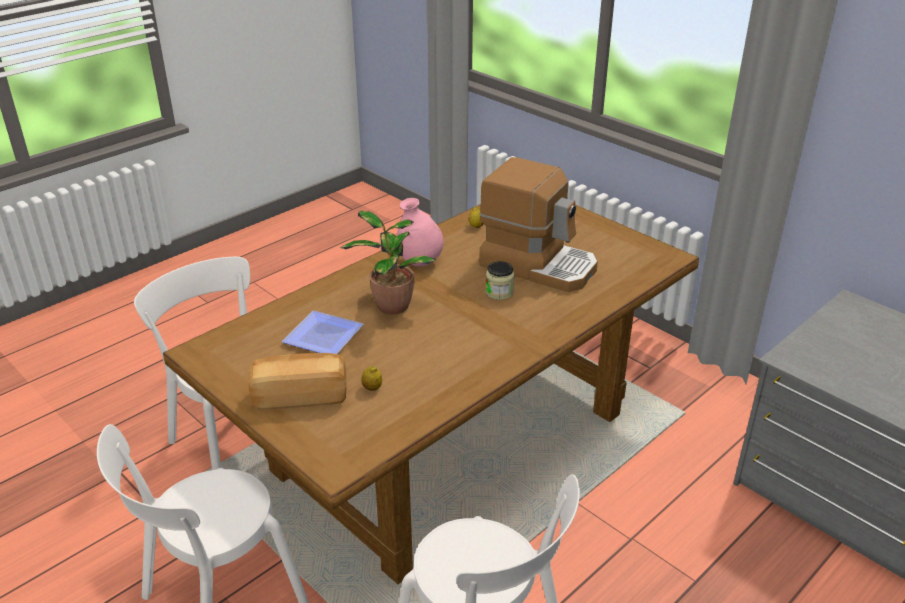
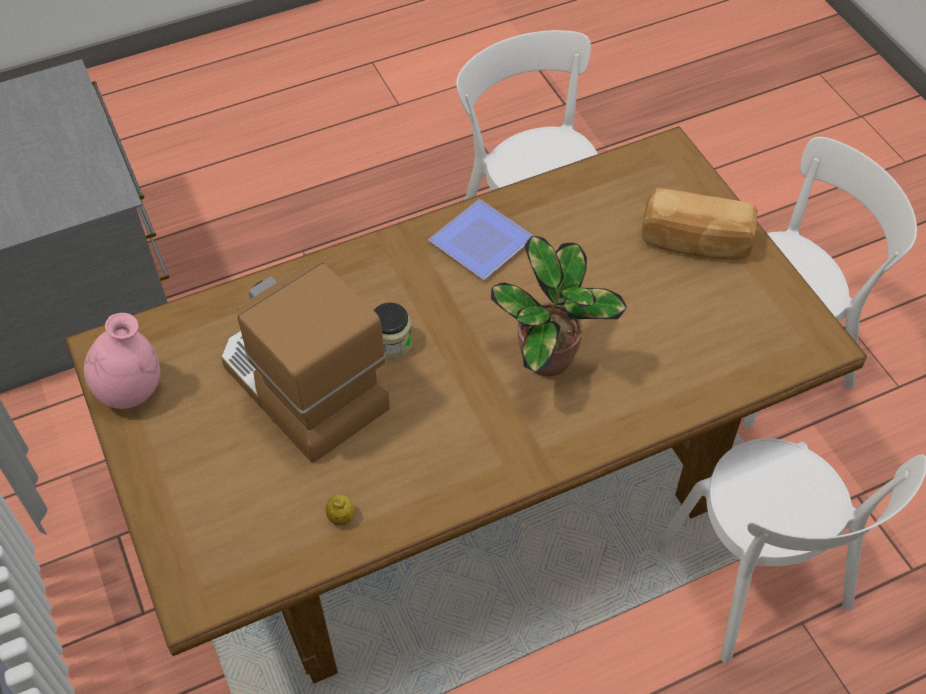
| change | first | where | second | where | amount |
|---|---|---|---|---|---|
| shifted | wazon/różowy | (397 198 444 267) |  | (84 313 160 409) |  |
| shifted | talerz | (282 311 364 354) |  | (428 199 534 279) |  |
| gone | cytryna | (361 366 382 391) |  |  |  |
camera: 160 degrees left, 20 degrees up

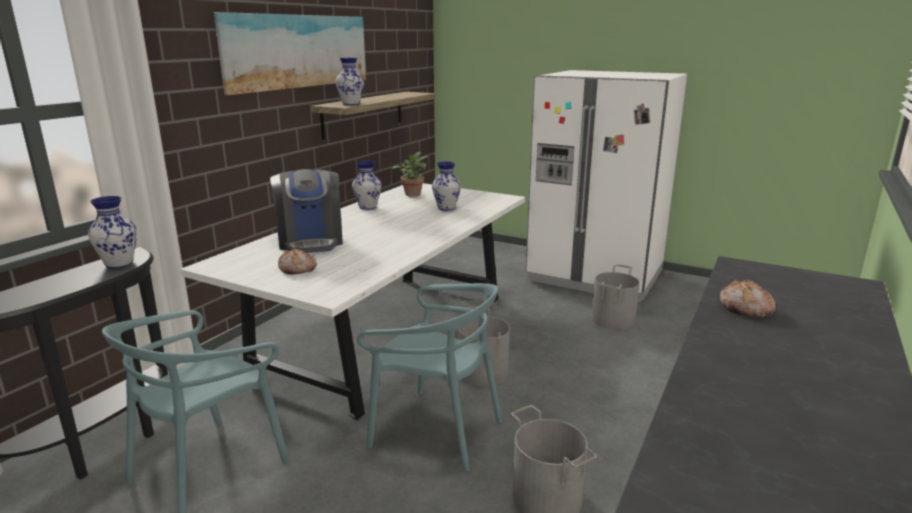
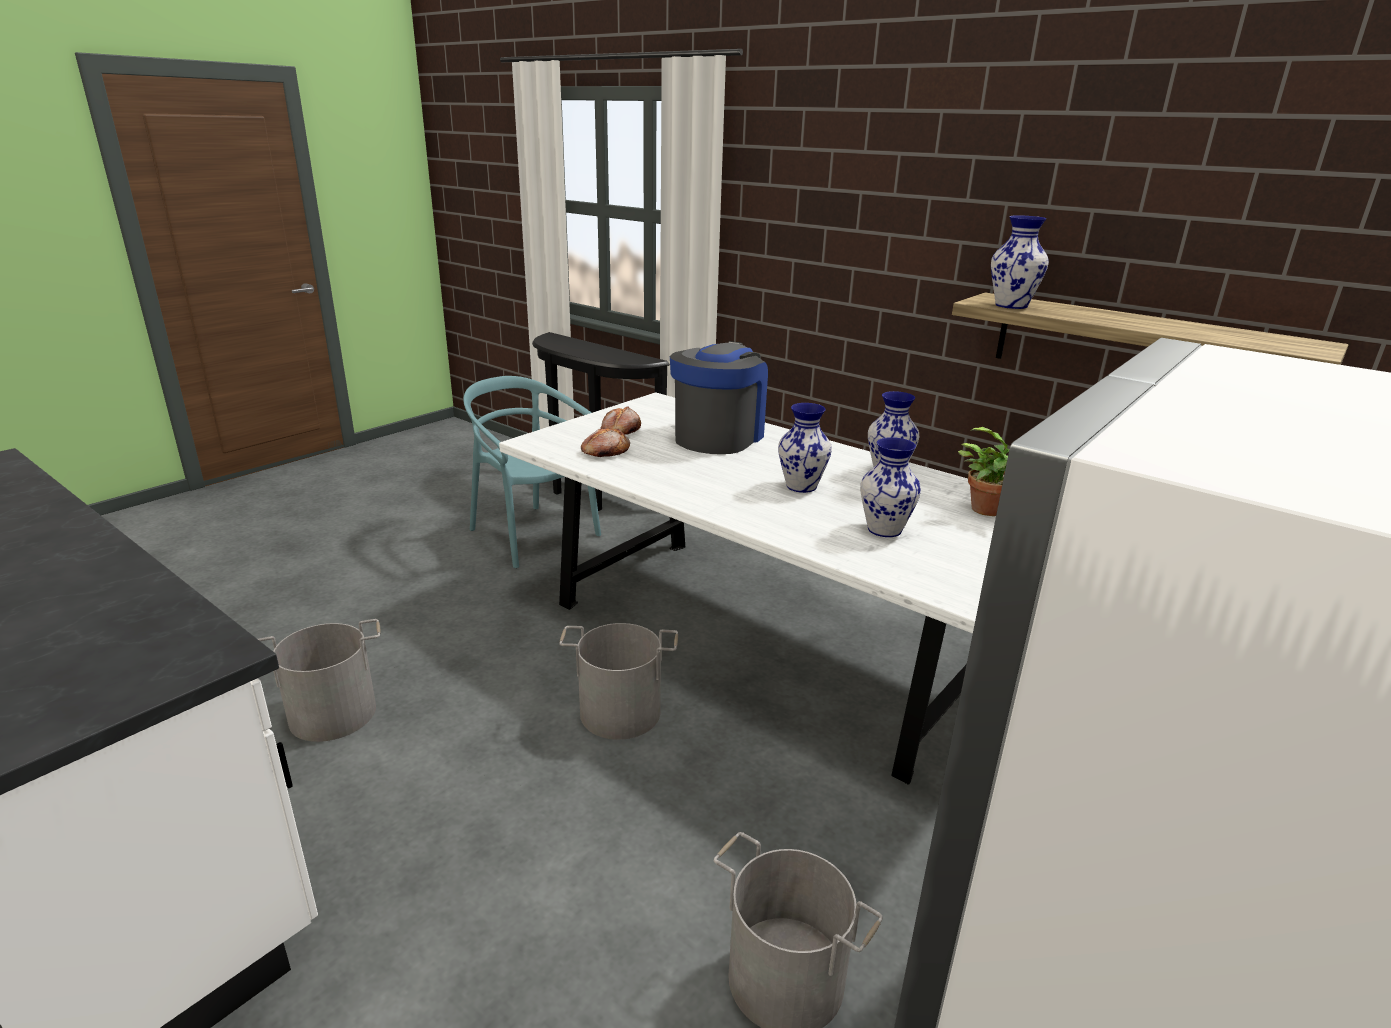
| change | first | where | second | where | amount |
|---|---|---|---|---|---|
| shifted | chleb | (720 280 776 317) |  | (581 428 630 457) |  |
| rotated | ekspres do kawy | (270 169 343 253) |  | (670 341 768 454) | 120 degrees clockwise |
| shifted | wazon | (88 196 137 268) |  | (778 403 832 493) |  |
| gone | obraz | (214 12 366 95) |  |  |  |
| gone | krzesło/turkusowy | (357 283 502 471) |  |  |  |
camera: 100 degrees right, 5 degrees up

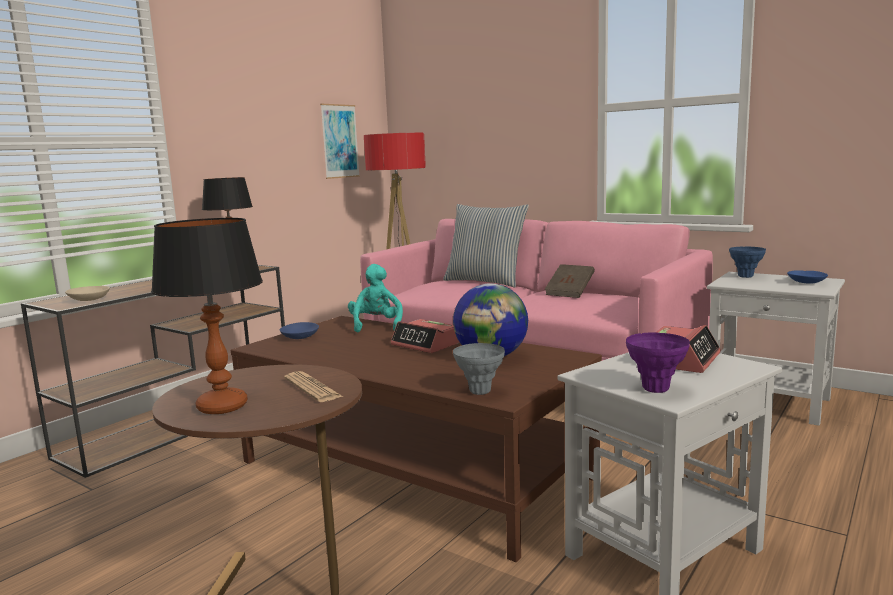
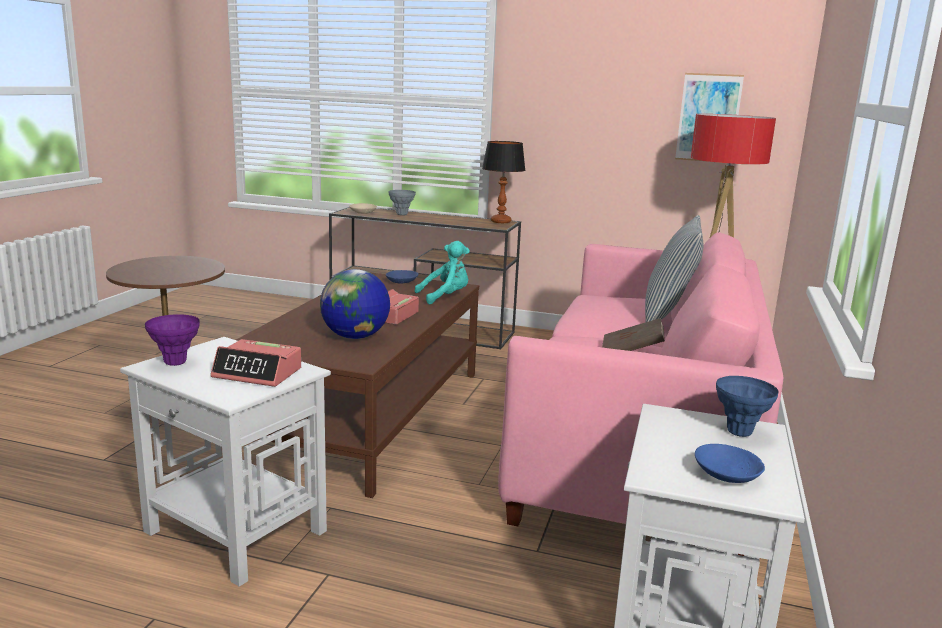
| change | first | where | second | where | amount |
|---|---|---|---|---|---|
| shifted | wazon/szary | (453 343 505 395) |  | (389 190 416 215) |  |
| gone | lampa stołowa | (151 218 263 414) |  |  |  |
| gone | gazeta | (284 371 343 402) |  |  |  |
camera: 70 degrees right, 5 degrees up

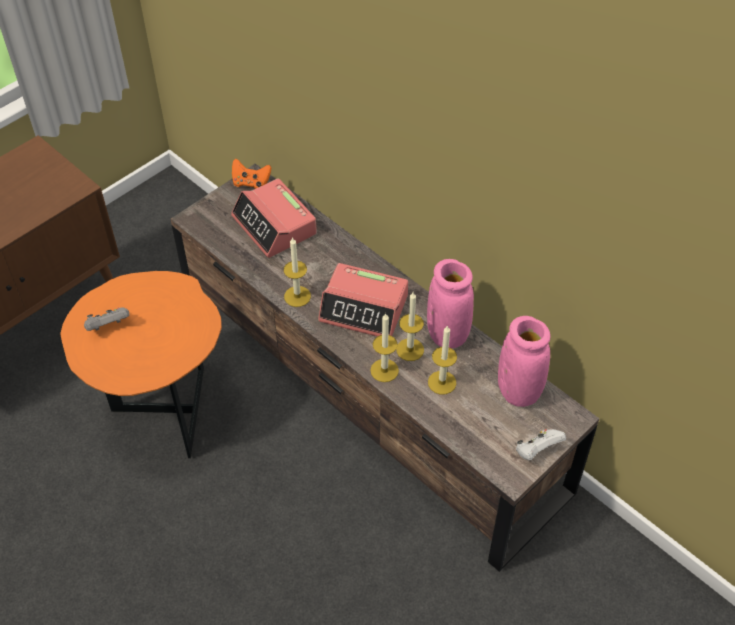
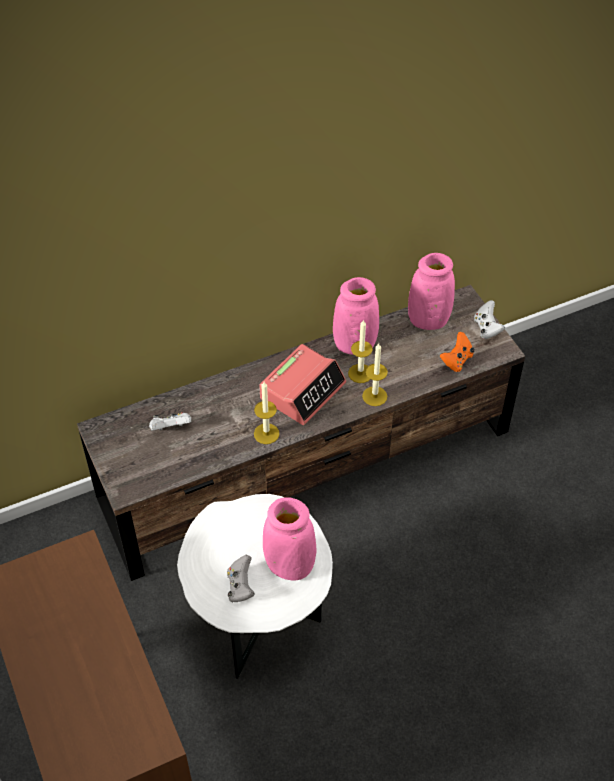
| change | first | where | second | where | amount |
|---|---|---|---|---|---|
| swapped | budzik | (231 178 317 258) | pad do gier/biały | (149 412 191 431) |  |
| repainted | stolik/pomarańczowy | (60 271 222 458) | stolik/biały | (177 494 333 679) |  |
| new |  |  | wazon/różowy | (263 497 316 580) |  |
| shifted | pad do gier/pomarańczowy | (232 159 271 189) |  | (440 332 475 372) |  |
| gone | świeca | (428 325 457 394) |  |  |  |
camera: 70 degrees left, 0 degrees up

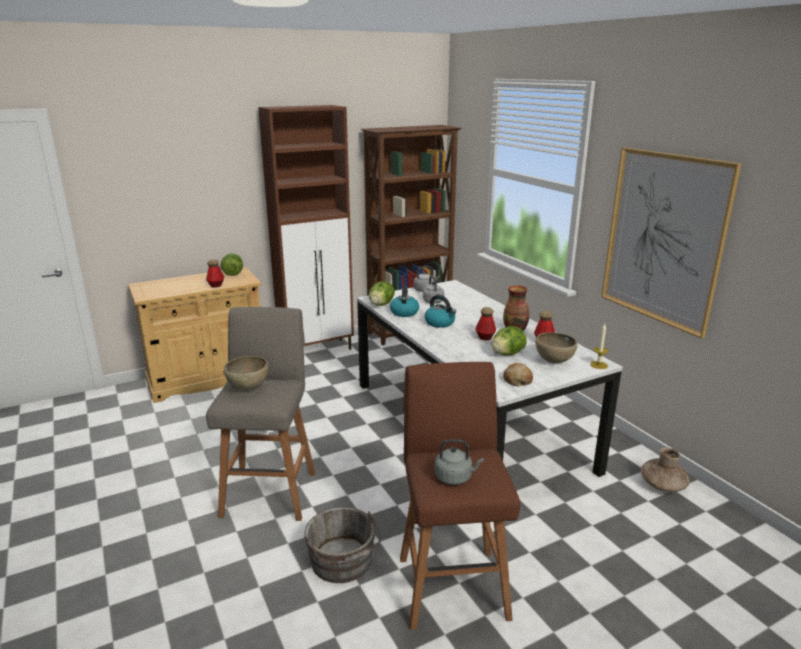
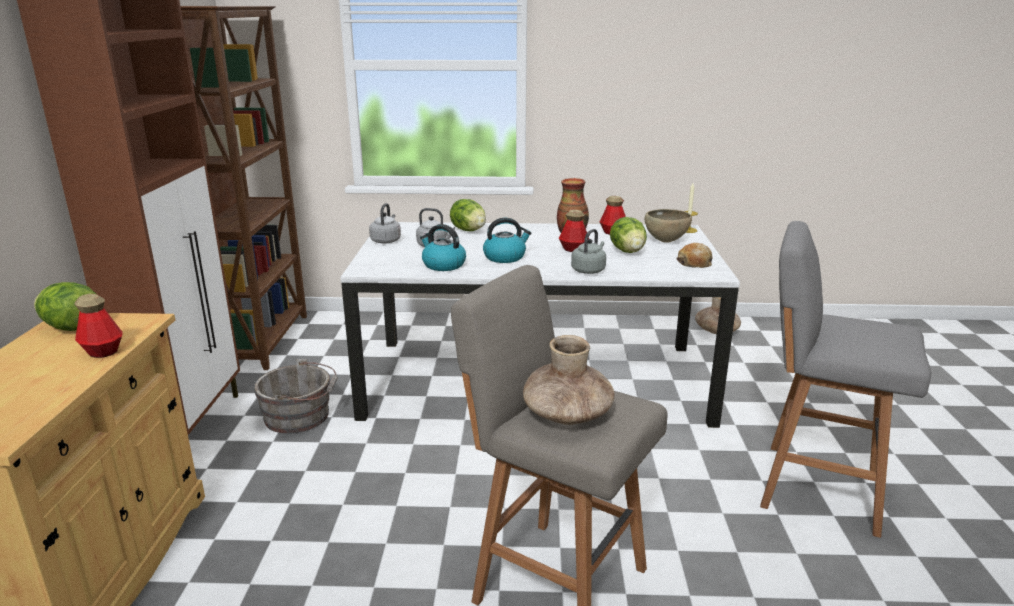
| change | first | where | second | where | amount |
|---|---|---|---|---|---|
| shifted | wiadro/szary | (304 507 381 583) |  | (254 359 338 434) |  |
| shifted | sałata | (369 281 395 306) |  | (450 199 486 231) |  |
| swapped | miska/brązowy | (224 356 269 391) | wazon/brązowy | (523 335 614 425) |  |
| shifted | czajnik/szary | (435 439 484 485) |  | (571 229 606 274) |  |
| repainted | stołek/brązowy | (400 362 520 630) | stołek/szary | (760 221 931 538) |  |
| gone | obraz | (601 147 742 339) |  |  |  |
camera: 60 degrees left, 0 degrees up

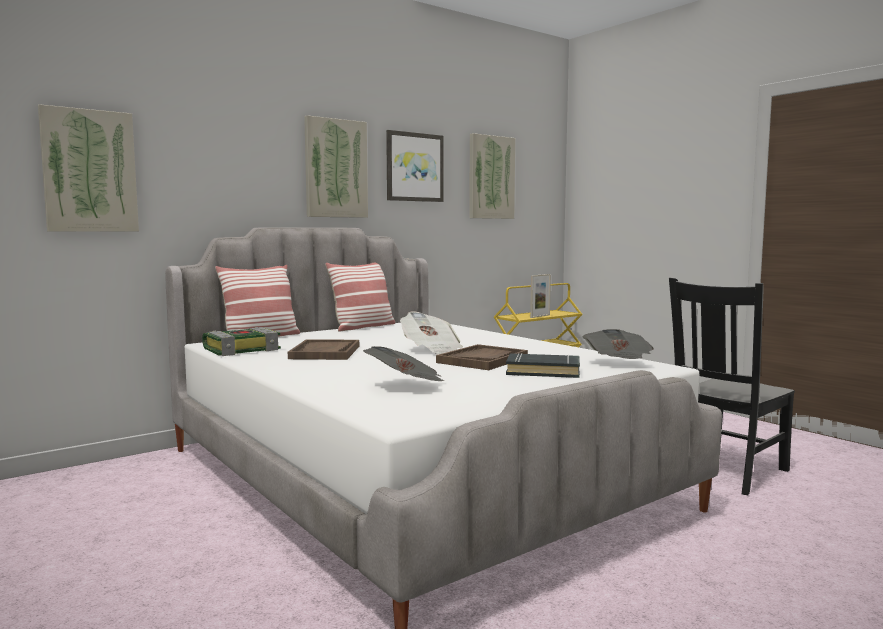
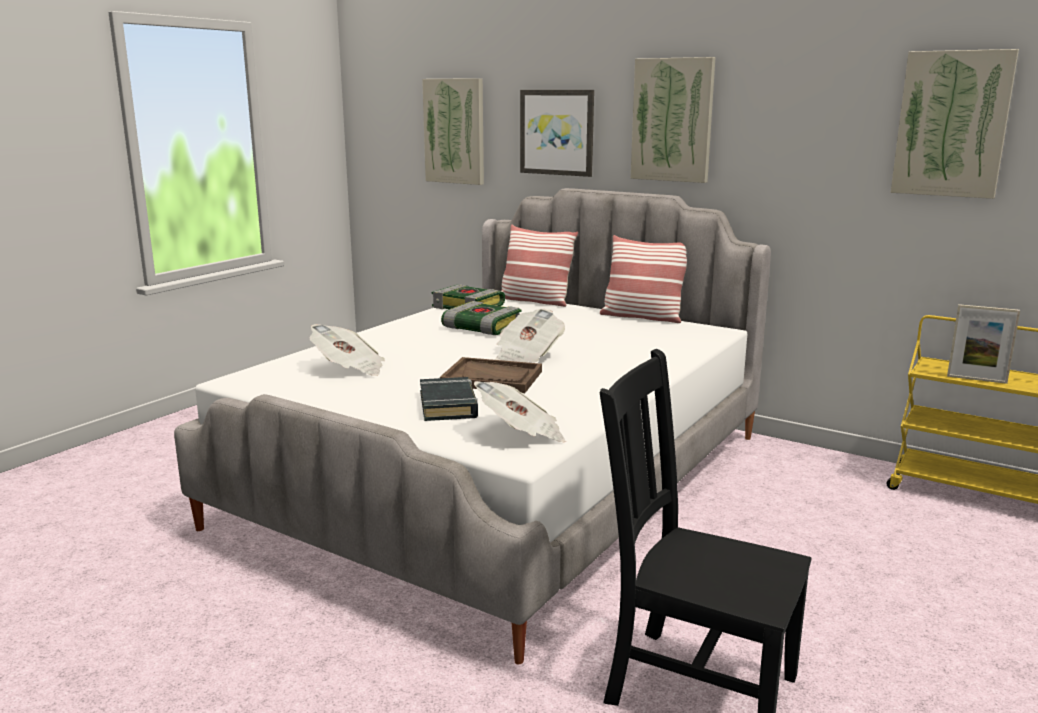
| change | first | where | second | where | amount |
|---|---|---|---|---|---|
| swapped | taca/brązowy | (288 339 359 360) | książka | (441 301 521 335) |  |
| shifted | obraz | (386 130 444 202) |  | (520 90 594 177) |  |
camera: 70 degrees right, 10 degrees up

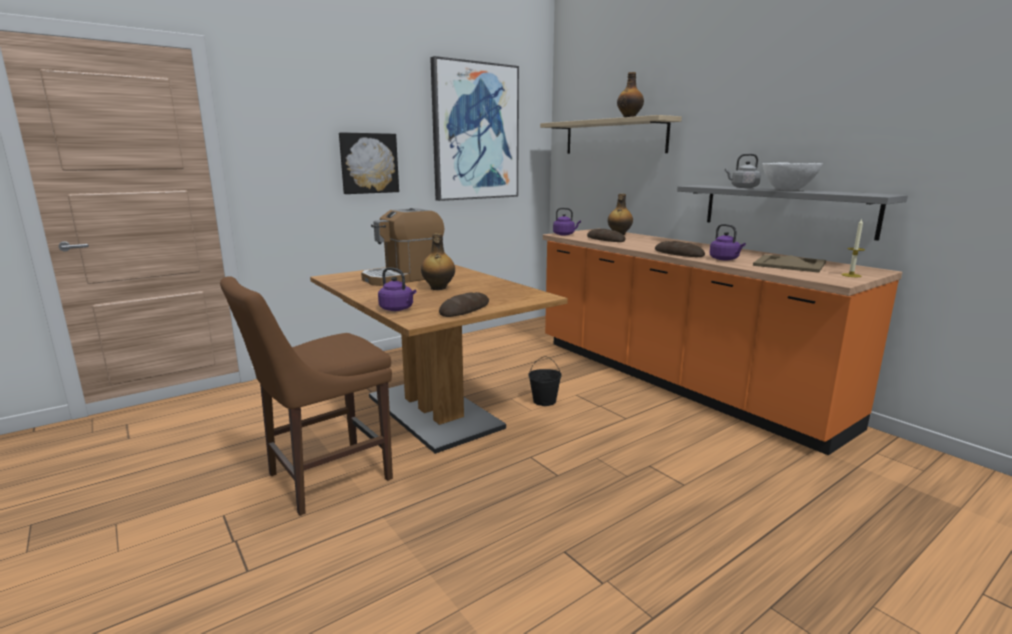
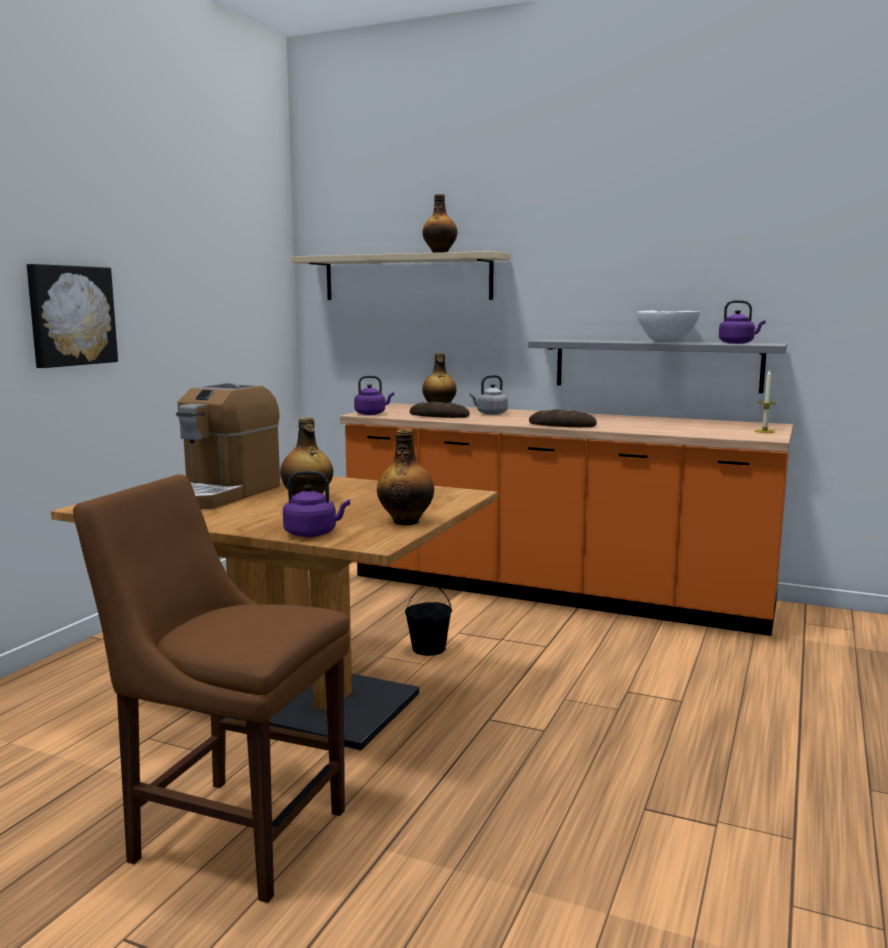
| change | first | where | second | where | amount |
|---|---|---|---|---|---|
| rotated | krzesło/brązowy | (220 276 393 516) |  | (73 475 350 903) | 90 degrees clockwise |
| swapped | chleb | (439 292 489 317) | butelka | (377 429 434 525) |  |
| shifted | czajnik/szary | (725 154 761 188) |  | (469 375 508 415) |  |
| shifted | czajnik/fioletowy | (709 224 746 260) |  | (719 300 766 344) |  |
| gone | obraz | (430 56 519 201) |  |  |  |
| gone | taca/beżowy | (753 254 826 273) |  |  |  |
camera: 30 degrees left, 5 degrees down

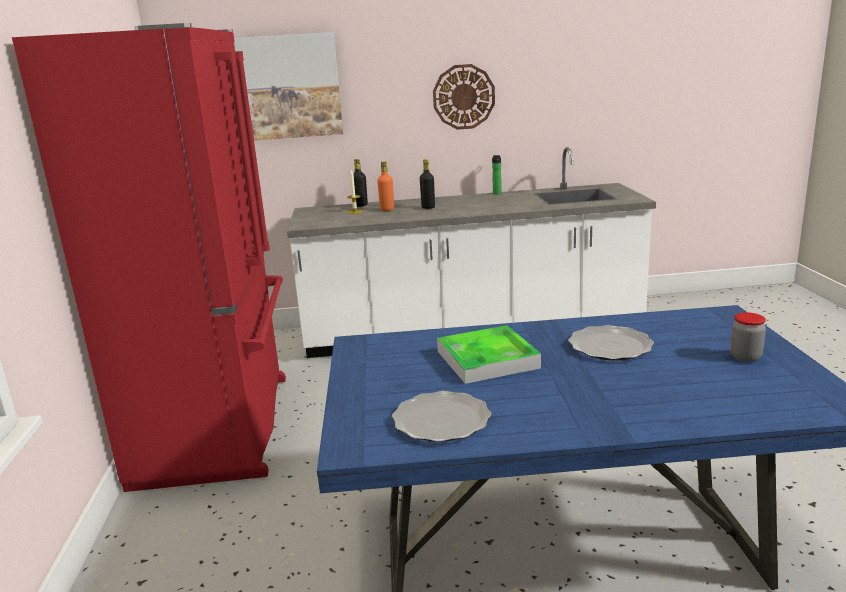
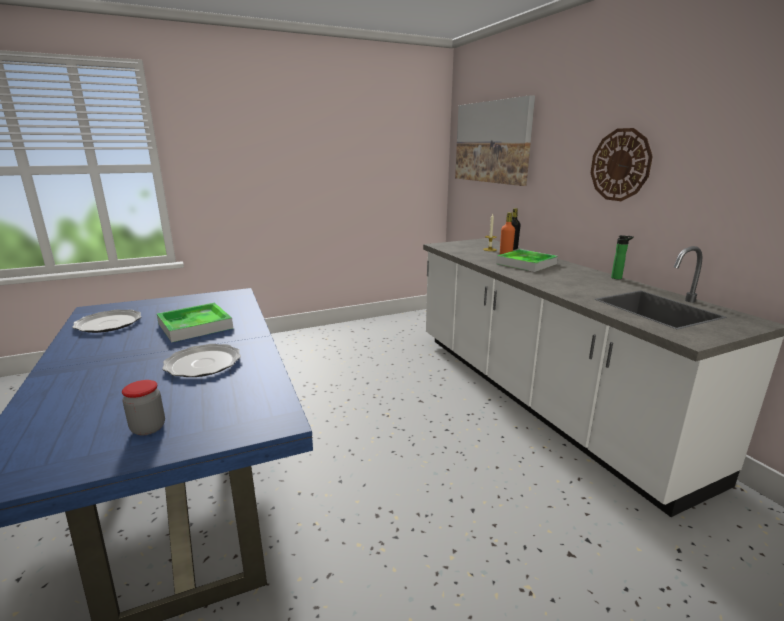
| change | first | where | second | where | amount |
|---|---|---|---|---|---|
| swapped | butelka/czarny | (420 159 435 209) | taca | (496 249 558 272) |  |
| gone | lodówka/czerwony | (12 23 286 492) |  |  |  |
camera: 70 degrees right, 0 degrees up

